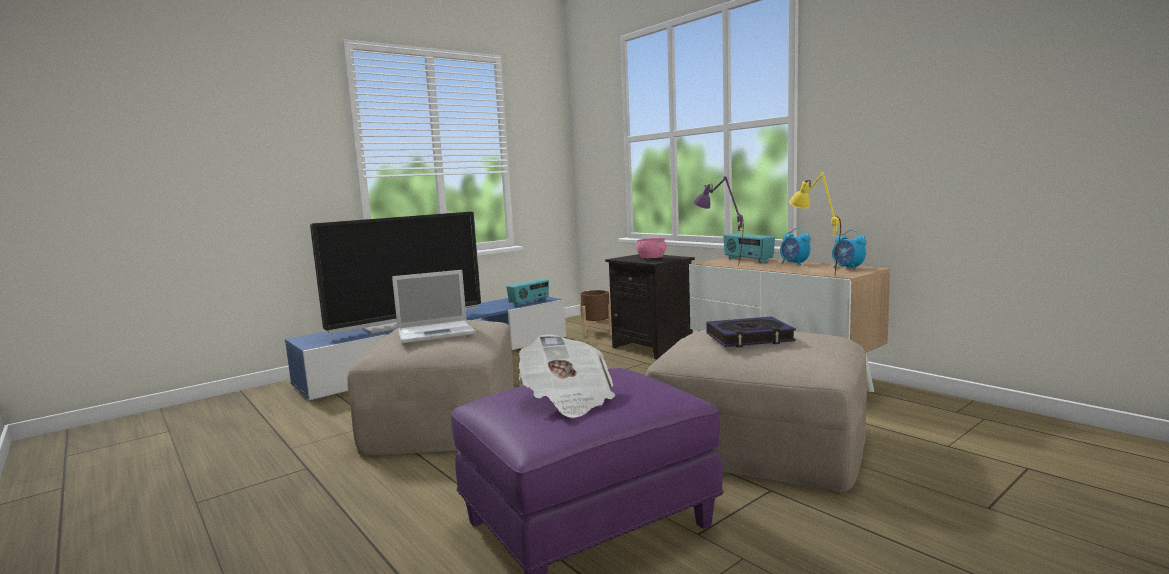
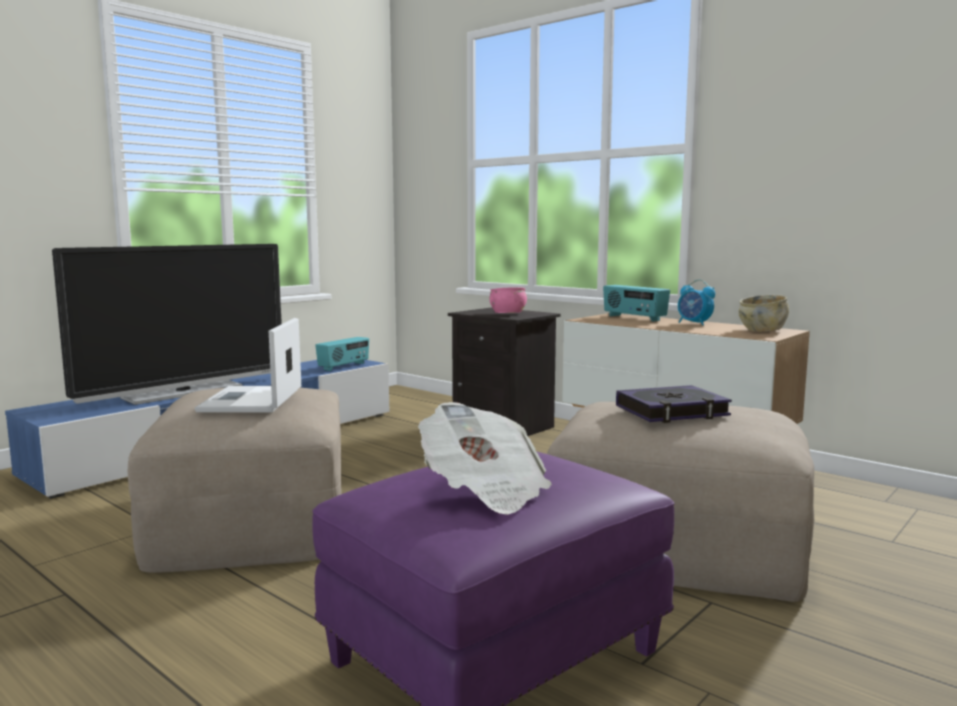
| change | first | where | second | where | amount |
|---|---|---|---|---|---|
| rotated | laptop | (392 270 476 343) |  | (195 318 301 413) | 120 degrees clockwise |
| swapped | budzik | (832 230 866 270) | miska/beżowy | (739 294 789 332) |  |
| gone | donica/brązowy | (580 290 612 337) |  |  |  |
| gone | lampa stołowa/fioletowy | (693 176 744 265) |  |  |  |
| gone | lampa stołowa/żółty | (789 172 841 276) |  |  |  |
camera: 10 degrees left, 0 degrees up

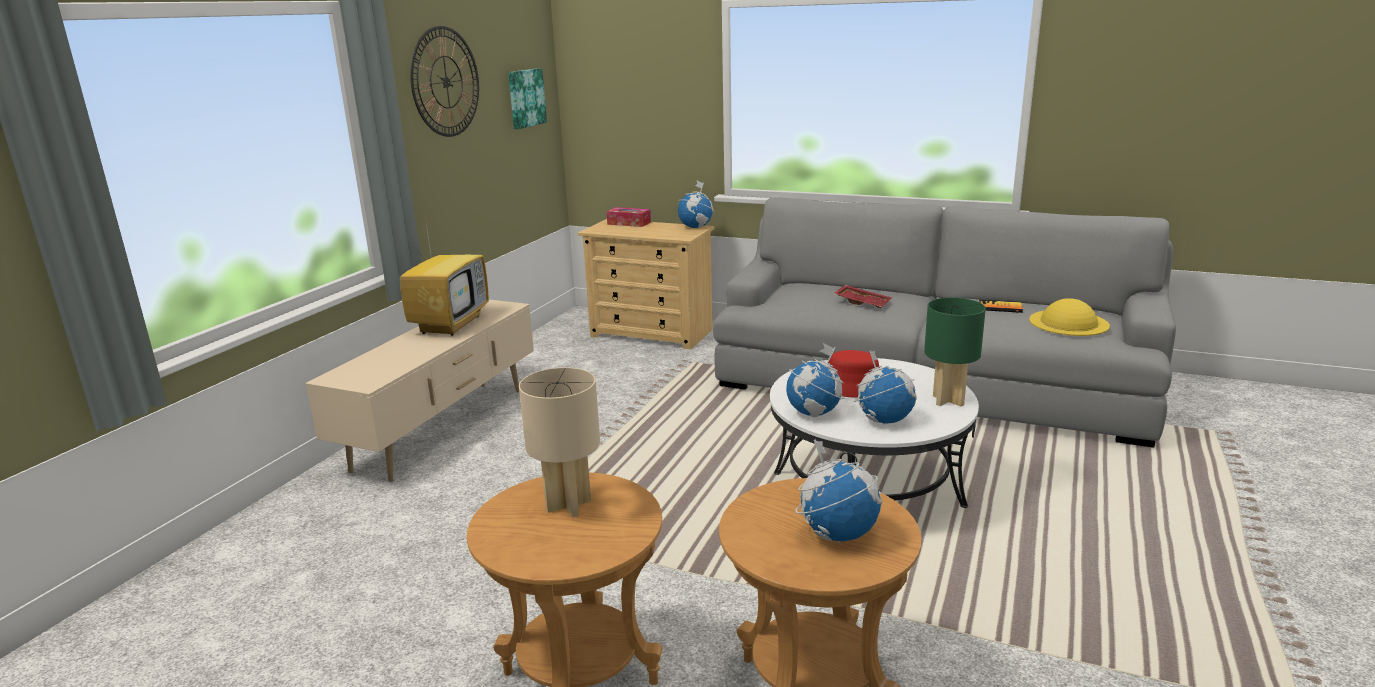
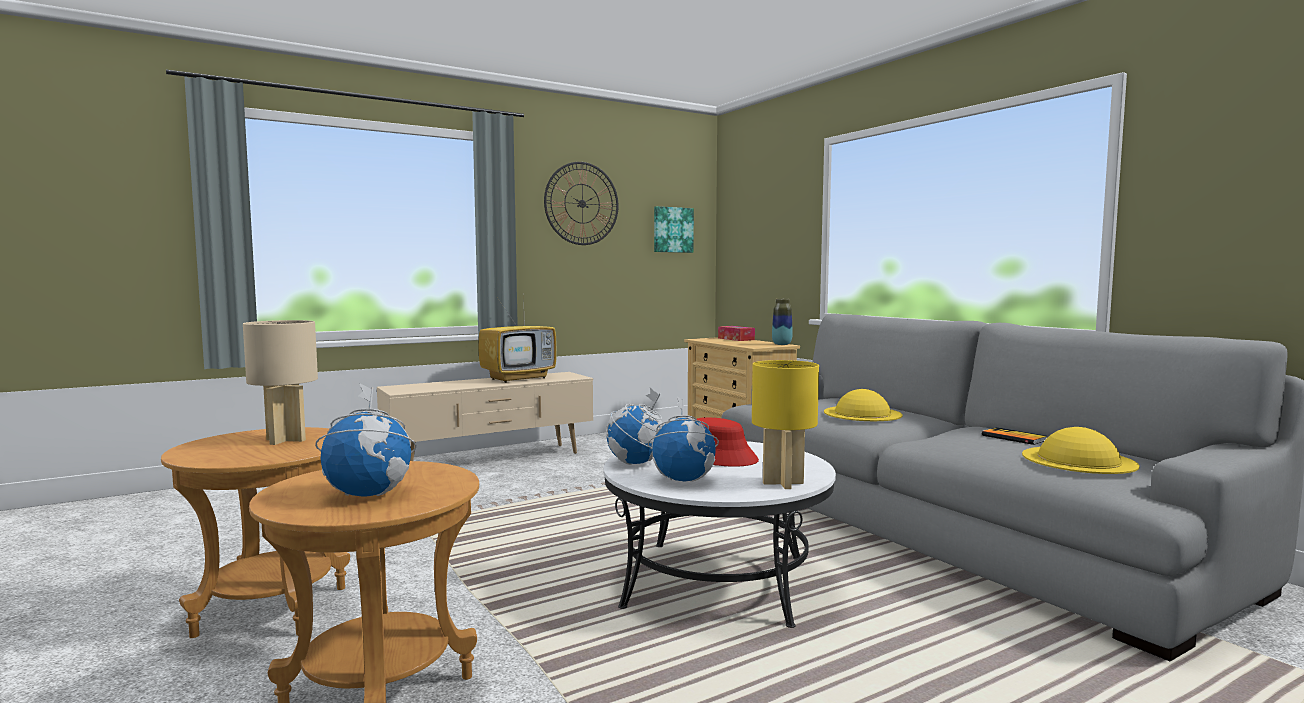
| change | first | where | second | where | amount |
|---|---|---|---|---|---|
| repainted | lampa stołowa/zielony | (924 297 986 406) | lampa stołowa/żółty | (752 360 819 489) |  |
| swapped | globus | (677 180 715 228) | wazon | (772 299 793 345) |  |
| swapped | taca/czerwony | (834 285 892 308) | kapelusz/żółty | (824 389 903 421) |  |
camera: 35 degrees right, 15 degrees down

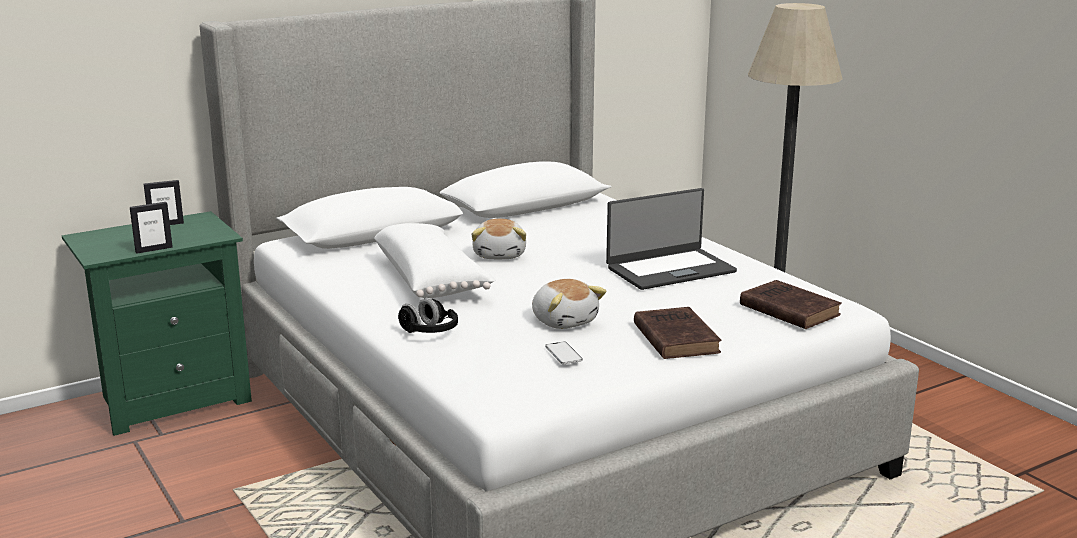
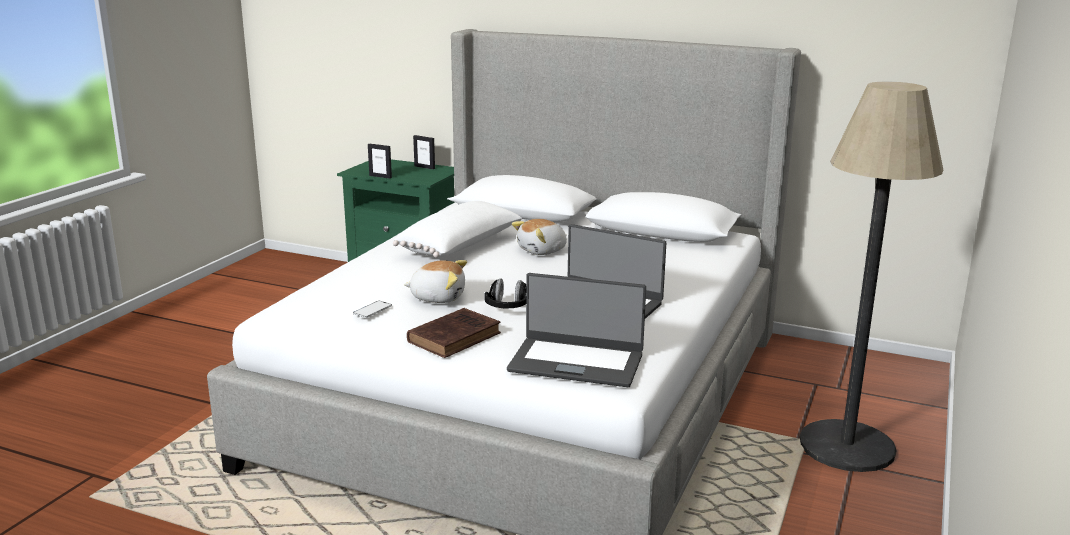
| change | first | where | second | where | amount |
|---|---|---|---|---|---|
| rotated | pluszak | (532 279 606 329) |  | (404 260 467 303) | 105 degrees counterclockwise |
| shifted | słuchawki/czarny | (398 298 458 333) |  | (484 278 526 308) |  |
| swapped | książka/brązowy | (740 280 842 329) | laptop | (507 273 646 387) |  |
camera: 55 degrees right, 0 degrees up

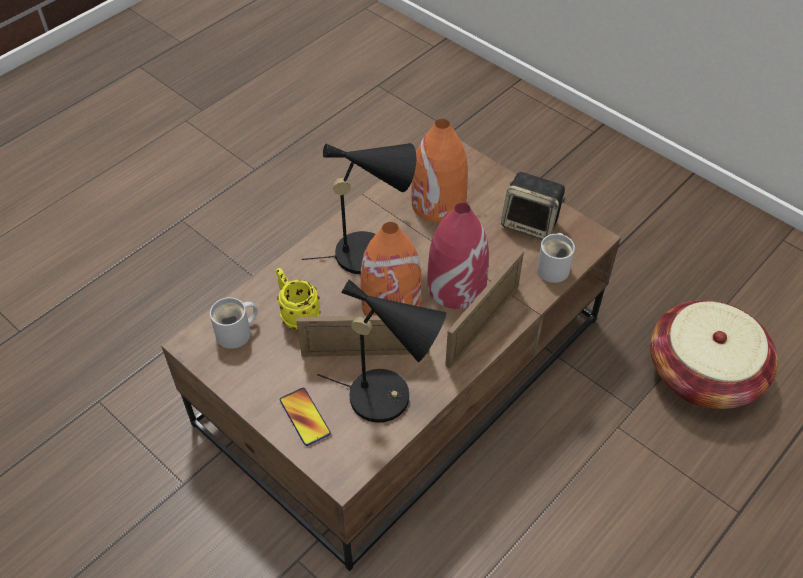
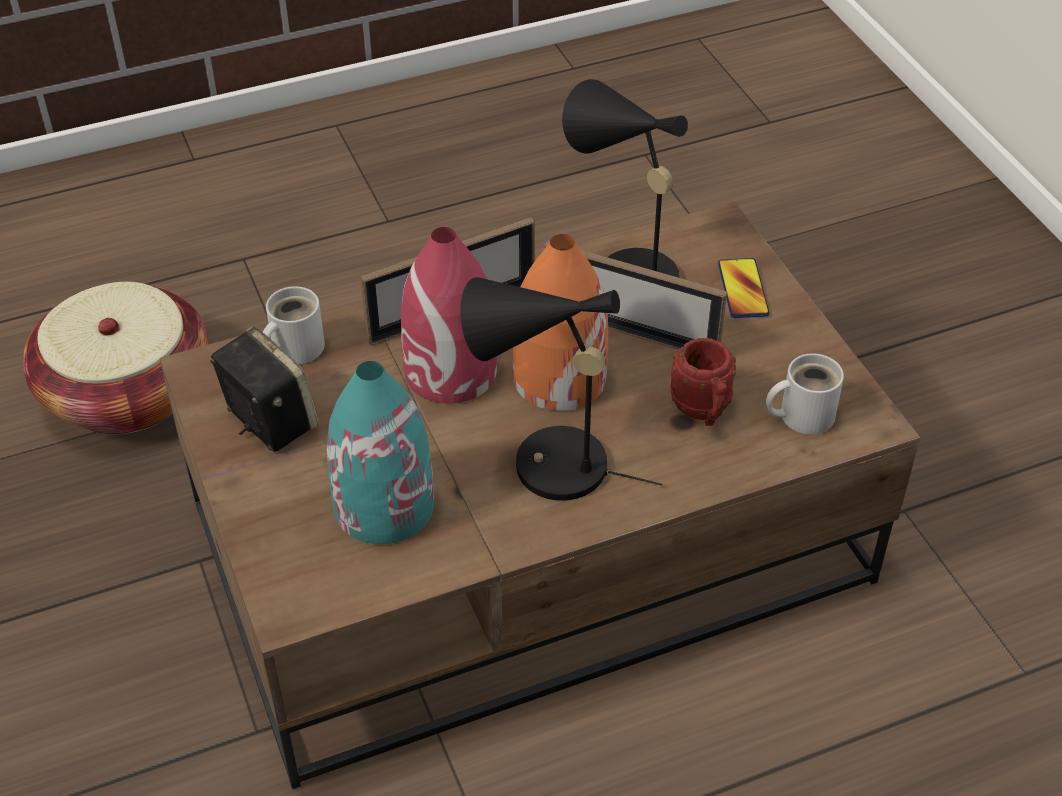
| change | first | where | second | where | amount |
|---|---|---|---|---|---|
| repainted | wazon/pomarańczowy | (411 119 468 223) | wazon/turkusowy | (327 361 434 544) |  |
| repainted | kubek/żółty | (276 268 321 330) | kubek/czerwony | (671 338 736 426) |  |
camera: 155 degrees left, 5 degrees down

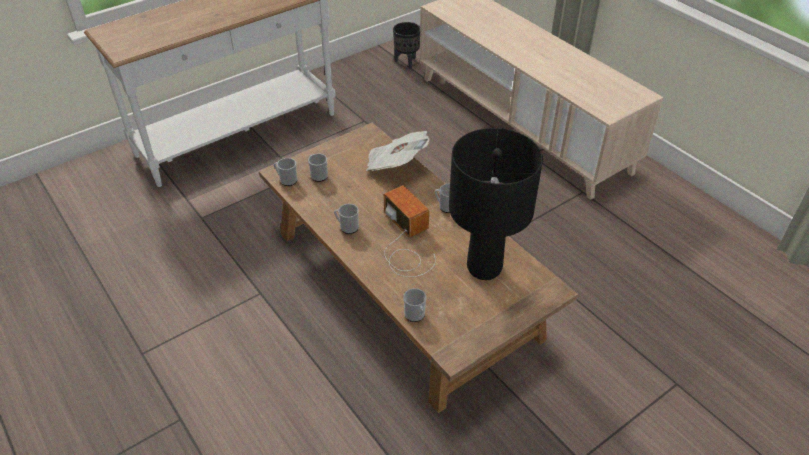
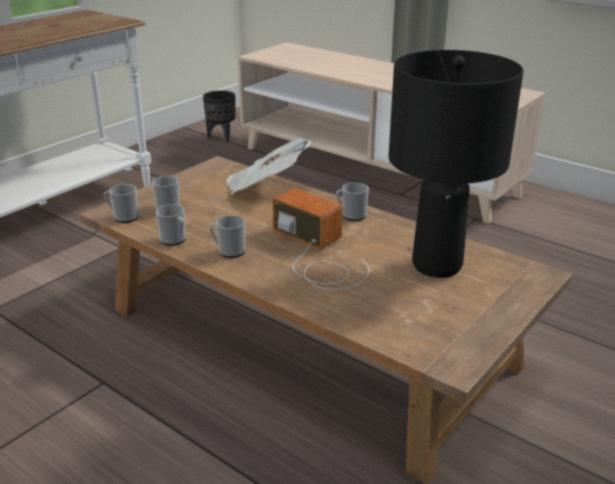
| change | first | where | second | where | amount |
|---|---|---|---|---|---|
| shifted | kubek | (403 288 427 322) |  | (155 204 186 246) |  |
camera: 15 degrees left, 15 degrees down

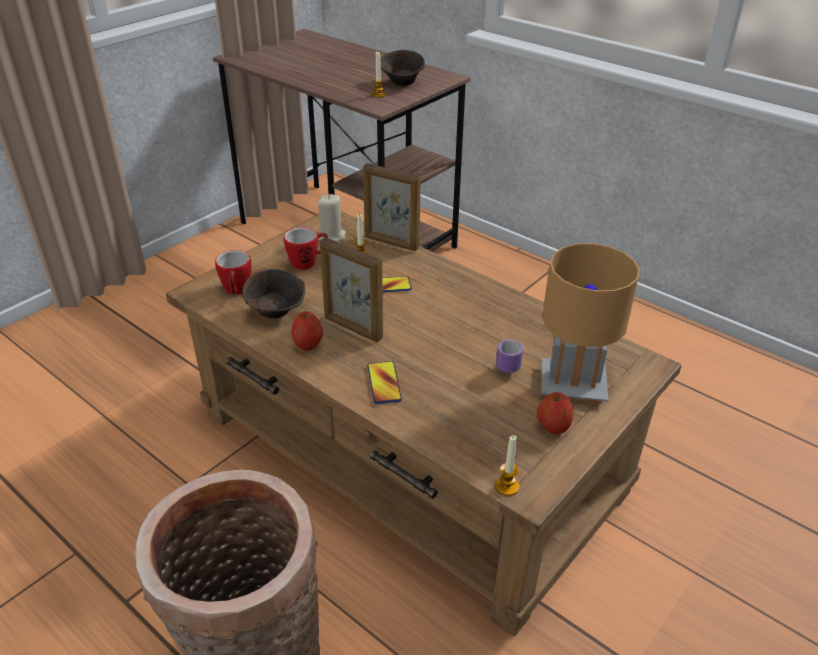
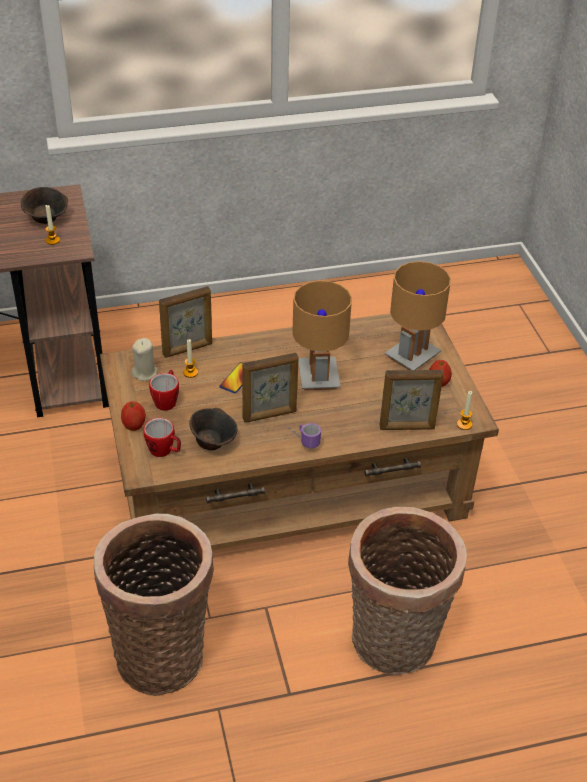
| change | first | where | second | where | amount |
|---|---|---|---|---|---|
| new |  |  | koszyk | (94 514 214 696) |  |
| shifted | jabłko | (291 311 323 351) |  | (121 401 146 431) |  |
| shifted | kubek | (496 339 523 373) |  | (288 423 321 449) |  |
| new |  |  | lampa stołowa/brązowy | (292 280 352 391) |  |
| new |  |  | ramka na zdjęcie | (380 370 443 430) |  |
| gone | telefon | (367 361 402 404) |  |  |  |
camera: 55 degrees left, 5 degrees up

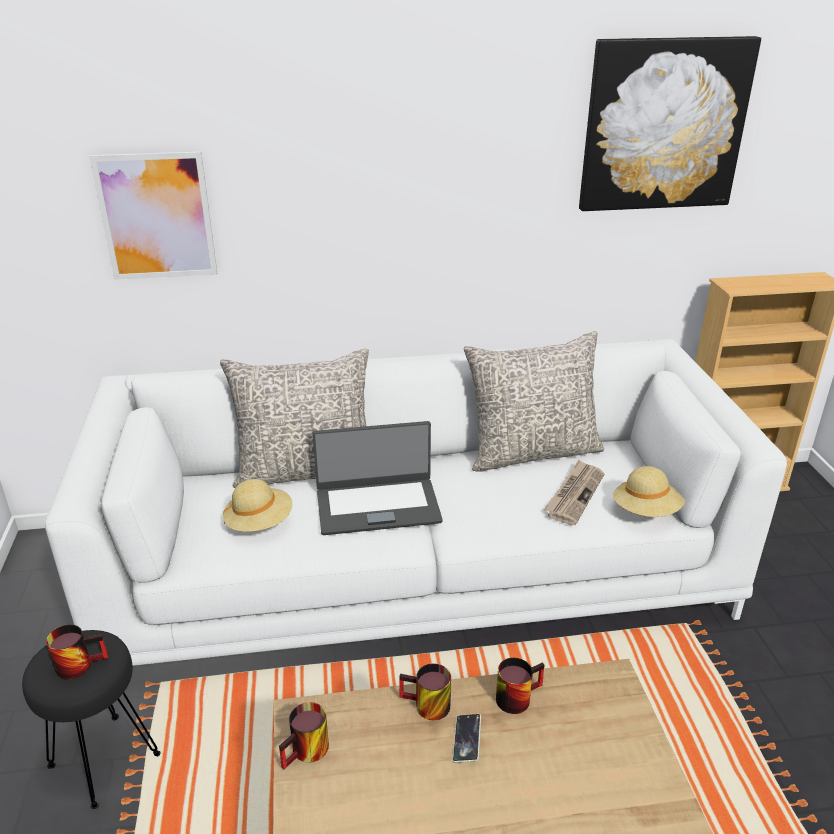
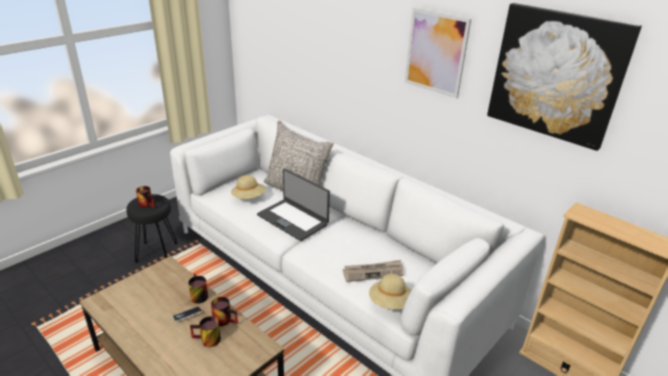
| change | first | where | second | where | amount |
|---|---|---|---|---|---|
| shifted | kubek | (279 702 329 769) |  | (190 316 221 347) |  |
| shifted | obraz | (89 152 217 280) |  | (405 7 471 98) |  |
| gone | poduszka/szary | (464 331 604 471) |  |  |  |
camera: 50 degrees right, 0 degrees up

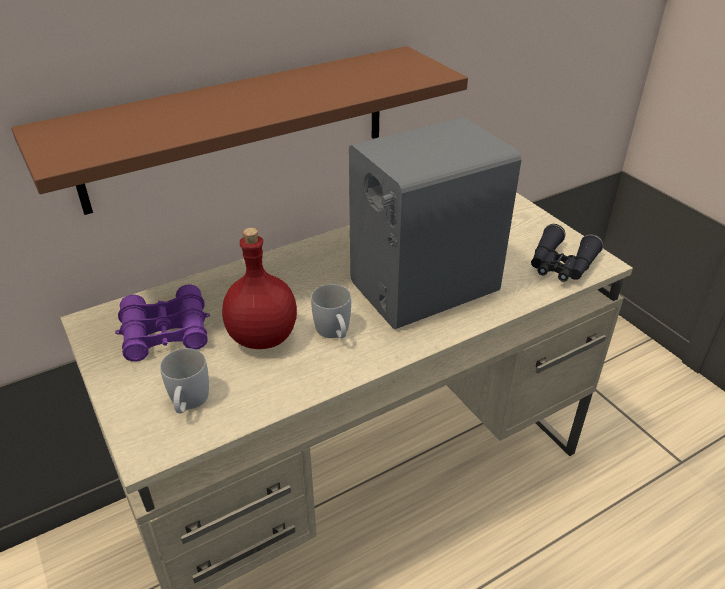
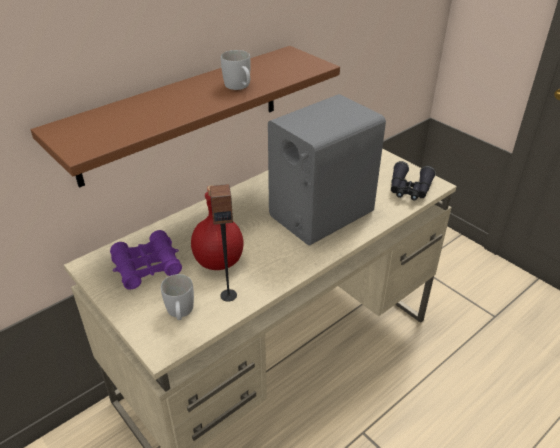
| change | first | where | second | where | amount |
|---|---|---|---|---|---|
| new |  |  | głośnik | (210 184 237 302) |  |
| shifted | kubek/biały | (311 284 351 338) |  | (221 50 251 90) |  |
camera: 10 degrees left, 0 degrees up

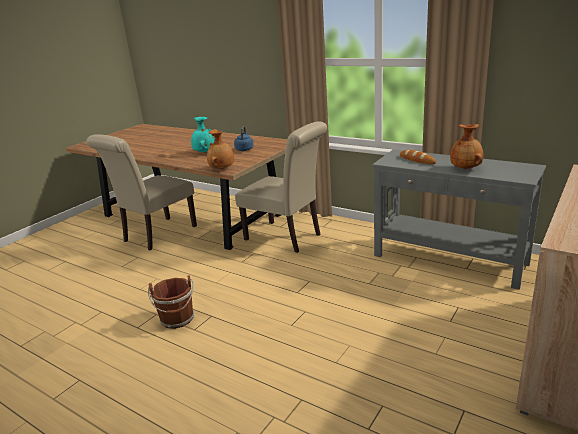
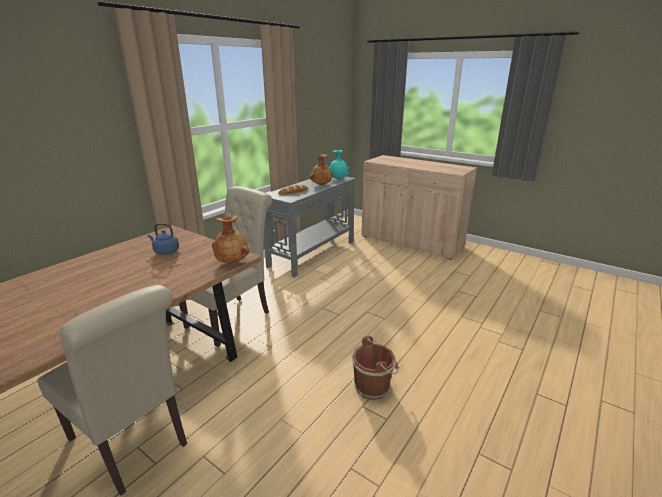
| change | first | where | second | where | amount |
|---|---|---|---|---|---|
| shifted | wazon/turkusowy | (191 117 215 153) |  | (329 150 351 179) |  |
camera: 90 degrees left, 0 degrees up

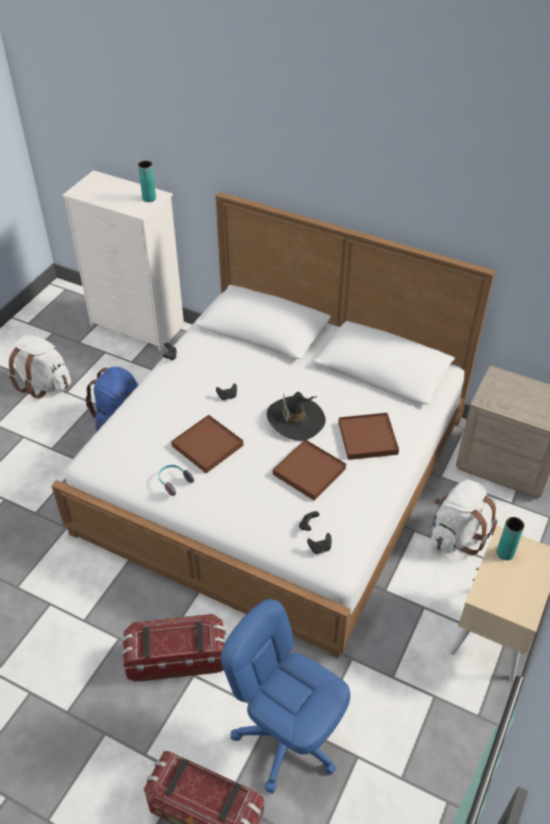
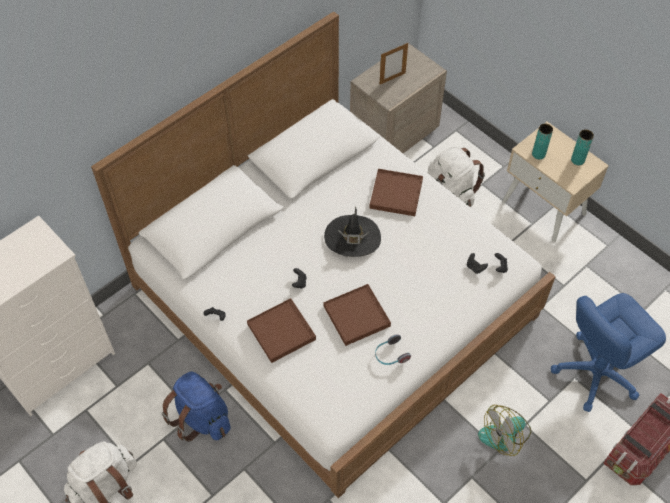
| change | first | where | second | where | amount |
|---|---|---|---|---|---|
| shifted | taca/brązowy | (273 439 346 501) |  | (247 298 316 363) |  |
| new |  |  | ramka na zdjęcie | (379 43 408 85) |  |
| swapped | pojemnik do przechowywania | (122 614 226 682) | wentylator | (478 405 531 456) |  |
| shifted | wazon/turkusowy | (138 161 156 202) |  | (571 129 594 165) |  |
camera: 70 degrees left, 10 degrees up

